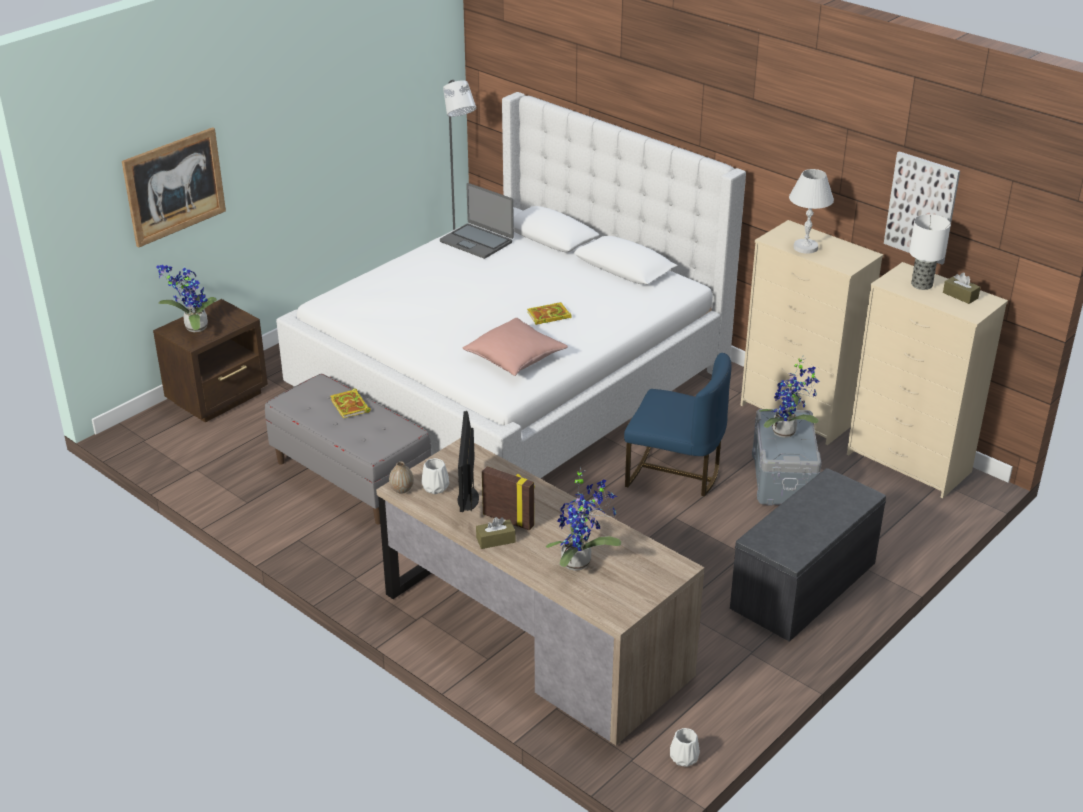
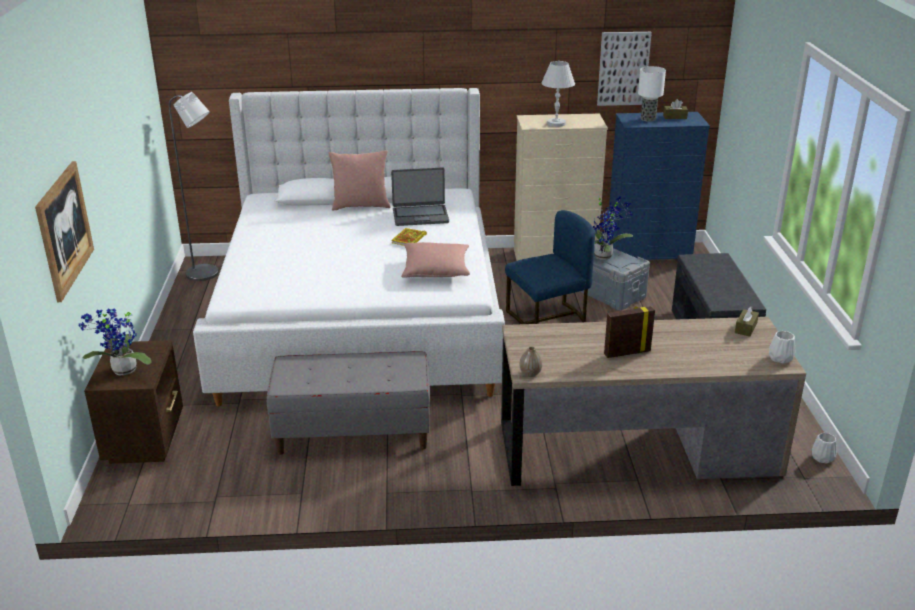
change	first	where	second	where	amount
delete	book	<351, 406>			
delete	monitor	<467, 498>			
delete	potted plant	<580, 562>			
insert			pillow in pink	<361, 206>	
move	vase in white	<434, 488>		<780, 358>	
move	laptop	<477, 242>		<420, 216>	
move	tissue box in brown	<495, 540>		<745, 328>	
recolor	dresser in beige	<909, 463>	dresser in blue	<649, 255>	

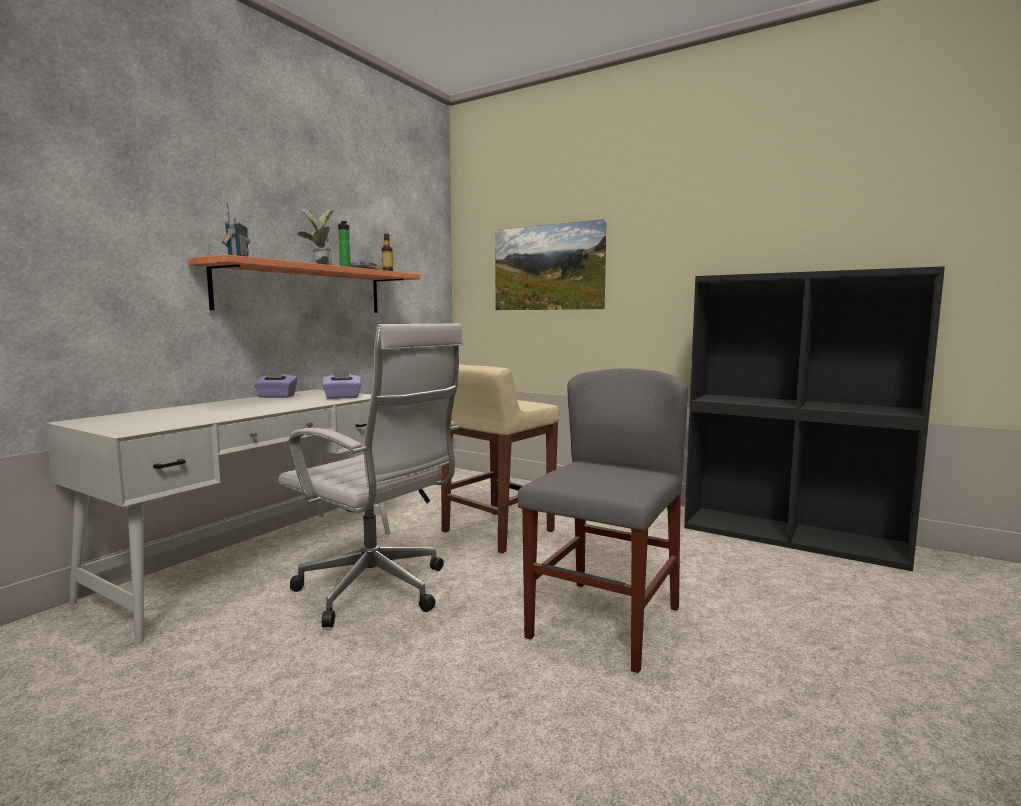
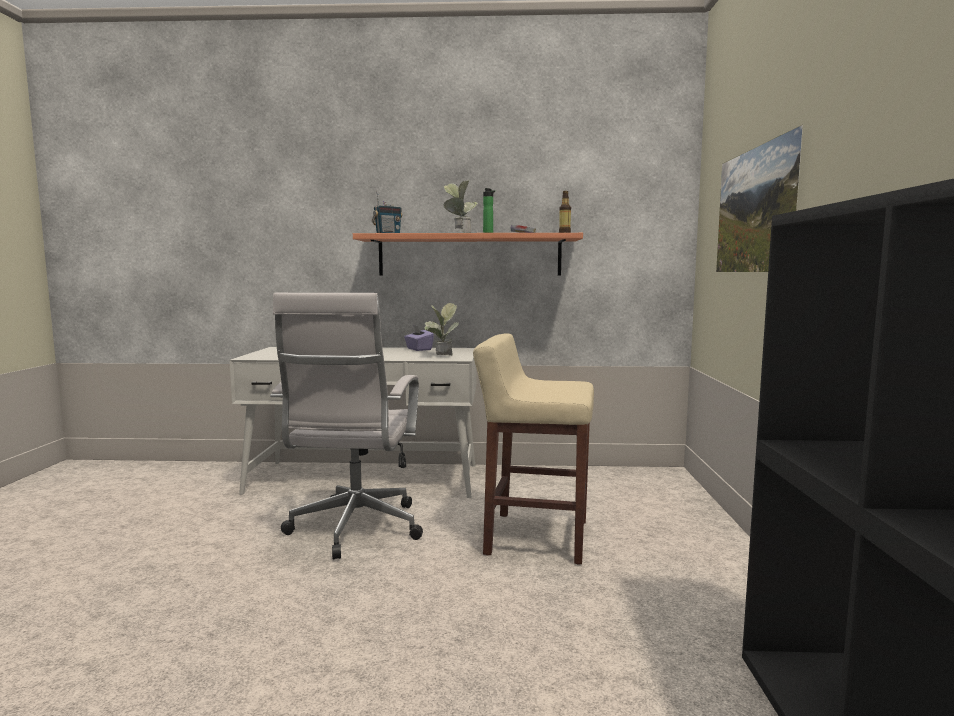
change	first	where	second	where	amount
delete	chair in grey	<604, 622>			
replace	tissue box in purple	<342, 397>	potted plant	<441, 356>	

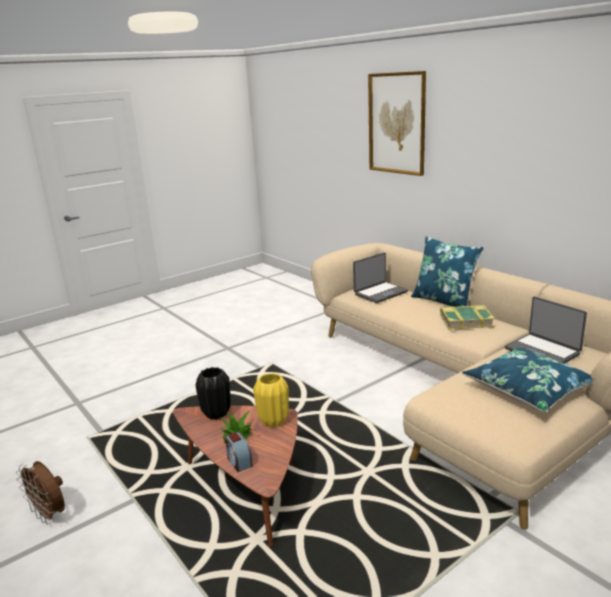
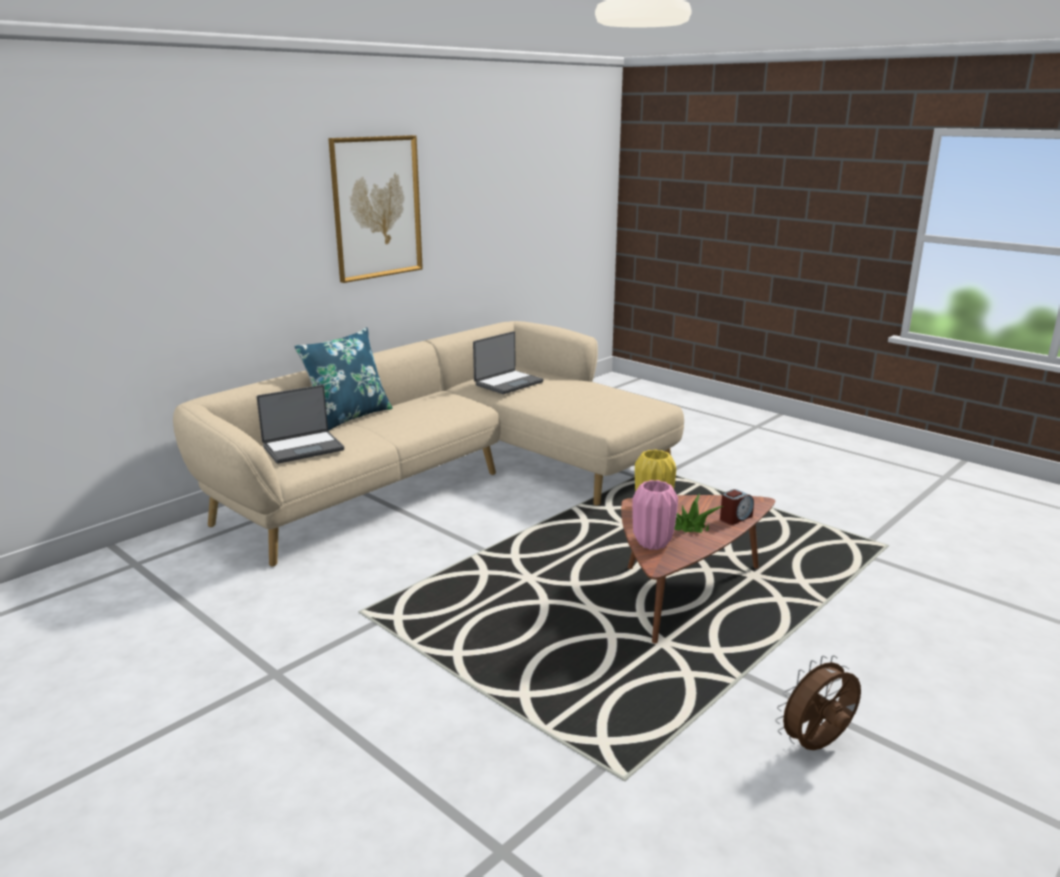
change	first	where	second	where	amount
delete	book	<466, 321>			
delete	pillow in blue	<528, 389>			
move	picture	<397, 123>		<376, 207>	
recolor	vase in black	<216, 414>	vase in pink	<653, 543>	
rotate	fan in brown	<50, 515>		<816, 746>	150 degrees counterclockwise
rotate	laptop	<380, 293>		<303, 448>	105 degrees clockwise

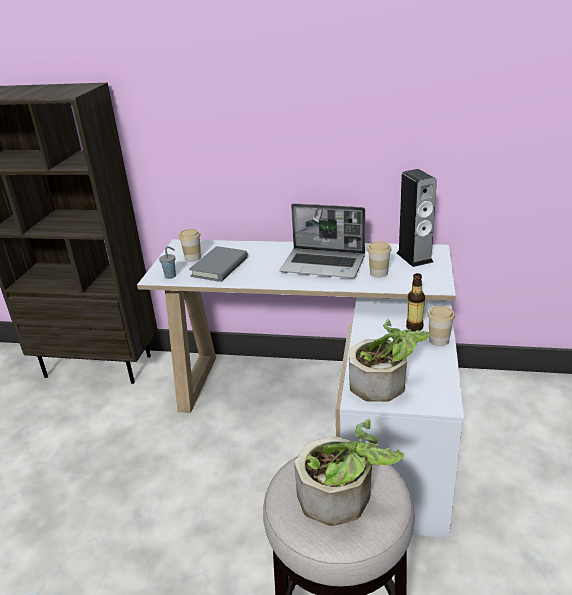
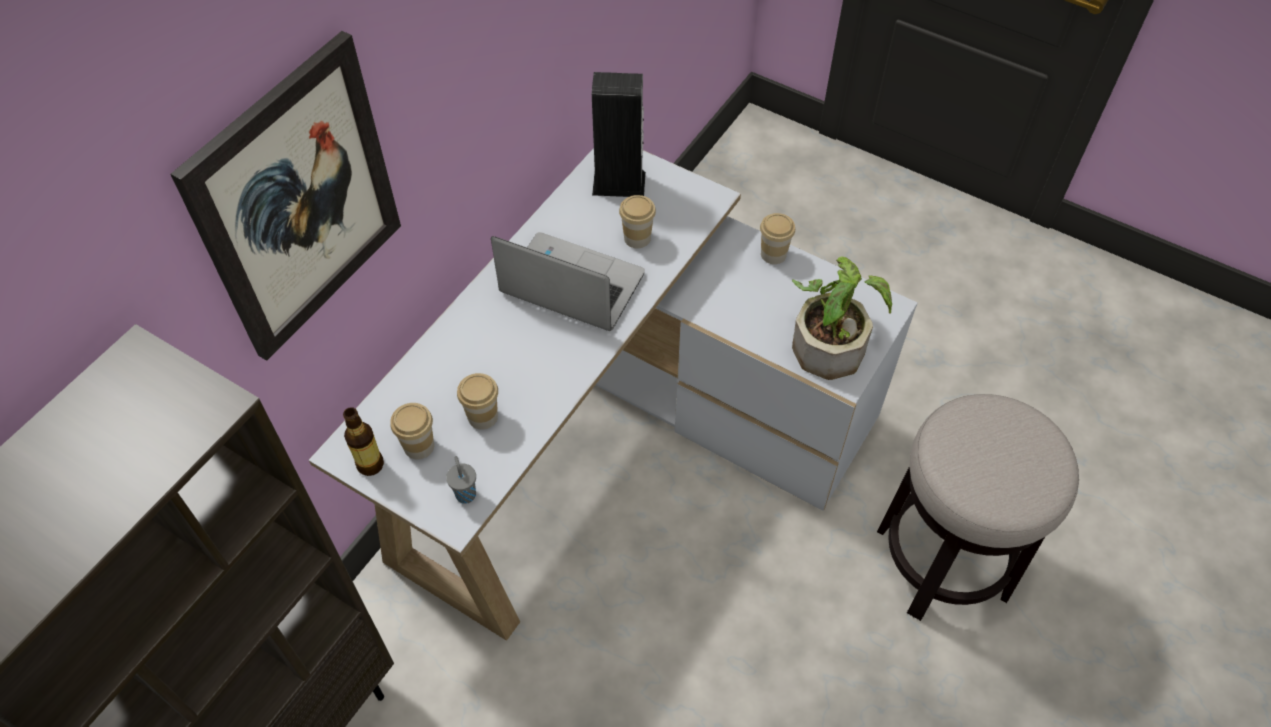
change	first	where	second	where	amount
delete	potted plant	<344, 499>			
insert			picture	<297, 201>	
move	bottle	<414, 327>		<370, 464>	
replace	book in grey	<219, 267>	cup	<482, 416>	
rotate	laptop	<324, 264>		<570, 285>	105 degrees counterclockwise

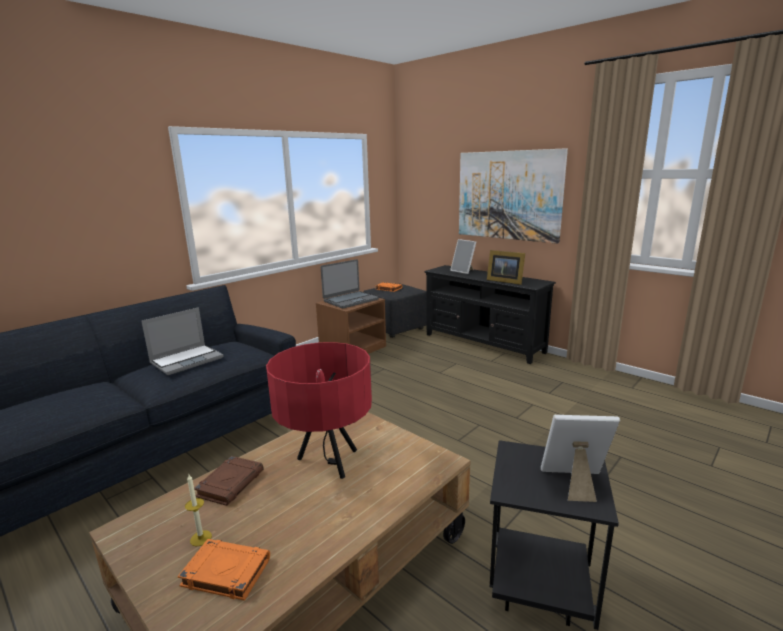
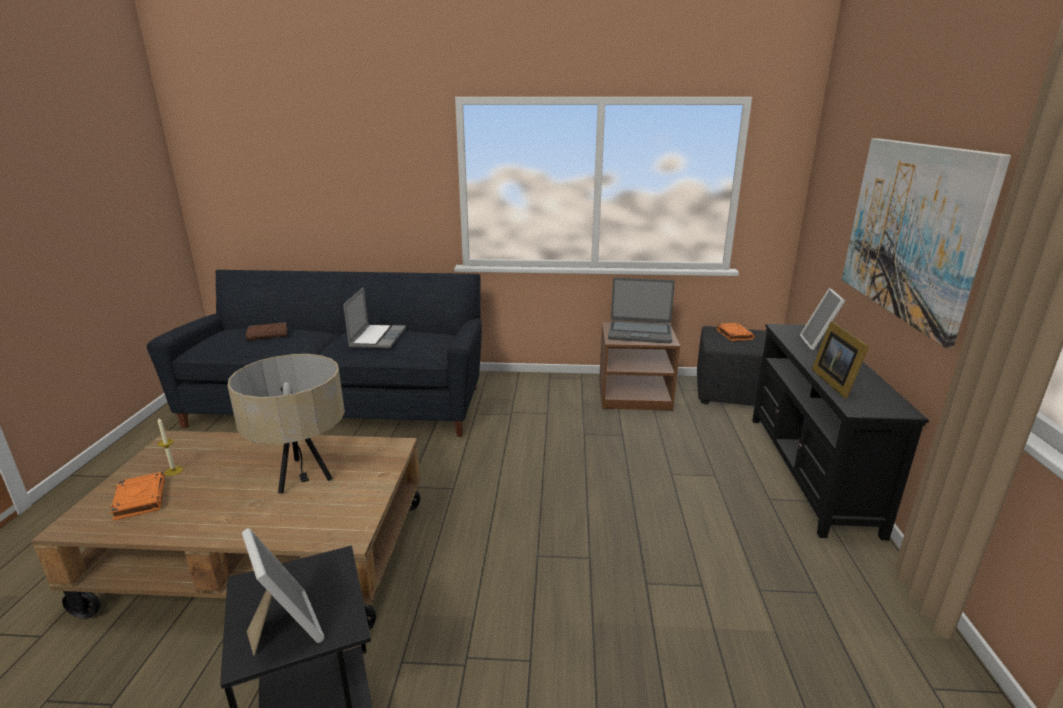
change	first	where	second	where	amount
move	book in brown	<230, 483>		<268, 334>	
recolor	table lamp in red	<326, 461>	table lamp in beige	<302, 474>	
rotate	laptop	<187, 360>		<377, 337>	90 degrees counterclockwise

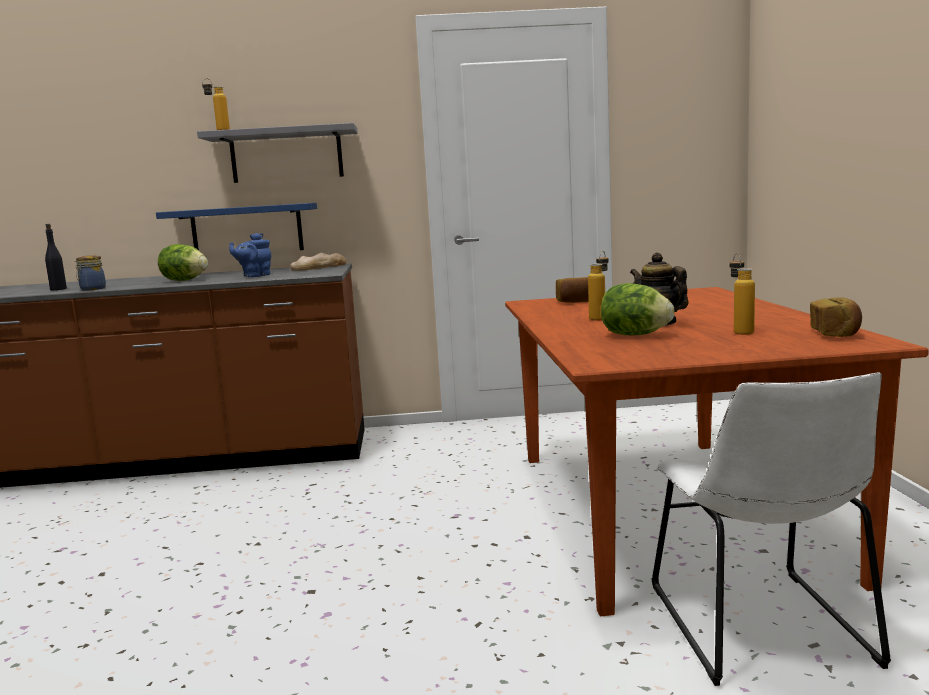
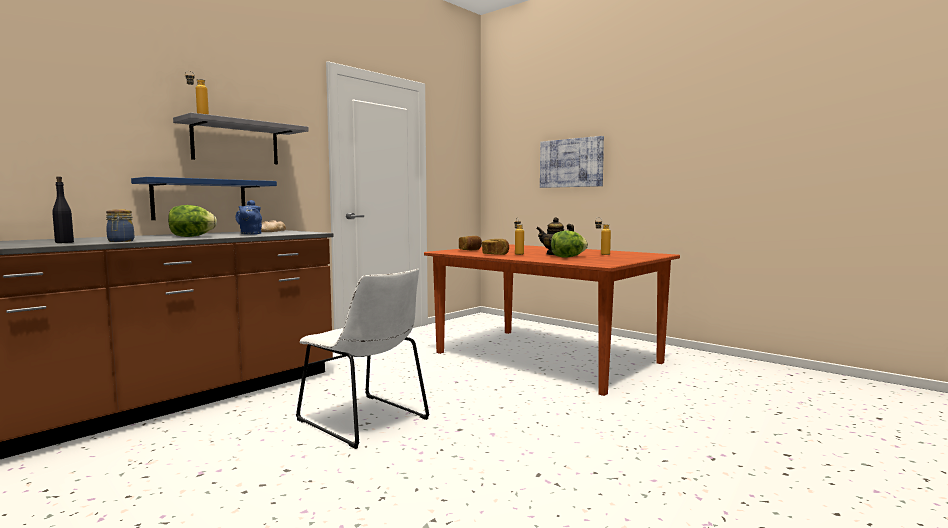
change	first	where	second	where	amount
insert			picture	<571, 163>	
move	chair in white	<762, 630>		<366, 421>	
move	bread	<835, 334>		<496, 255>	

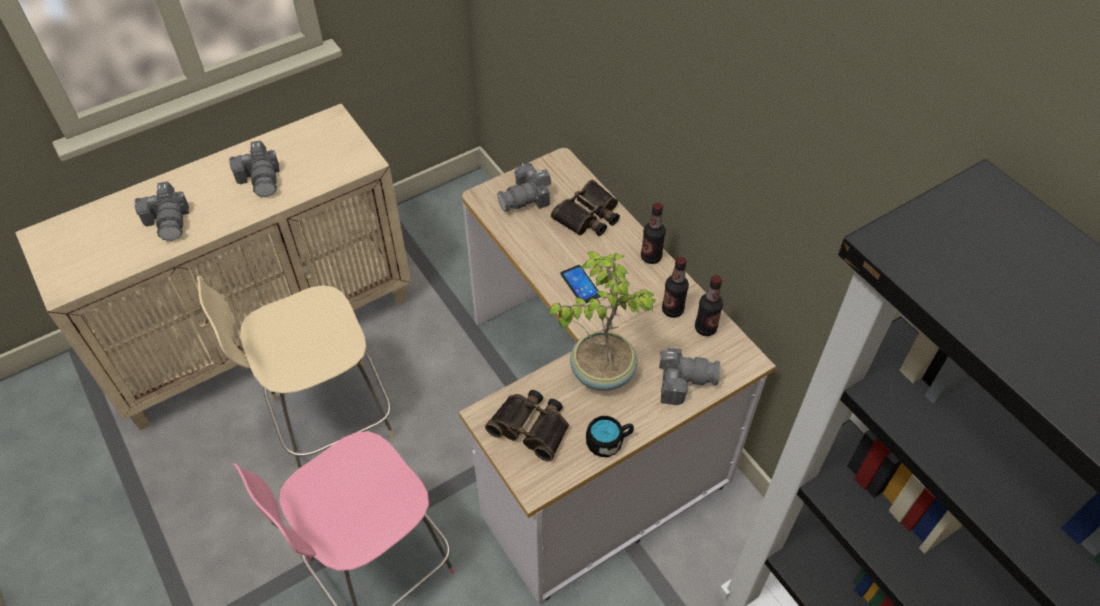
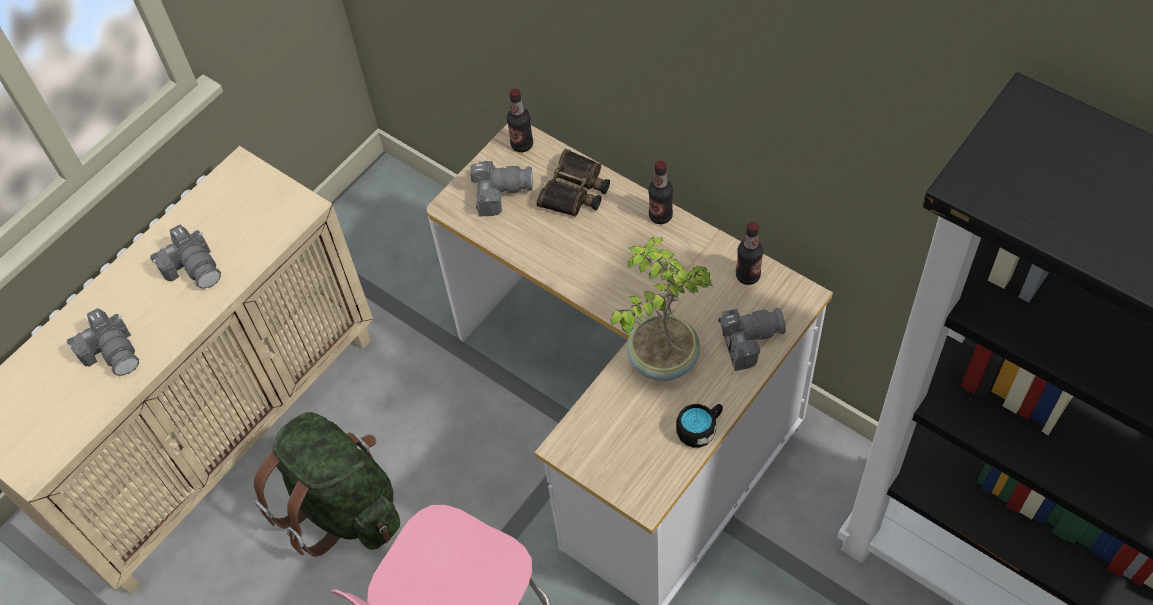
change	first	where	second	where	amount
delete	binoculars	<532, 426>			
delete	phone	<580, 285>			
move	bottle	<672, 310>		<522, 145>	
replace	chair in beige	<328, 419>	backpack in green	<342, 506>	
rotate	photo camera	<526, 198>		<499, 192>	135 degrees counterclockwise

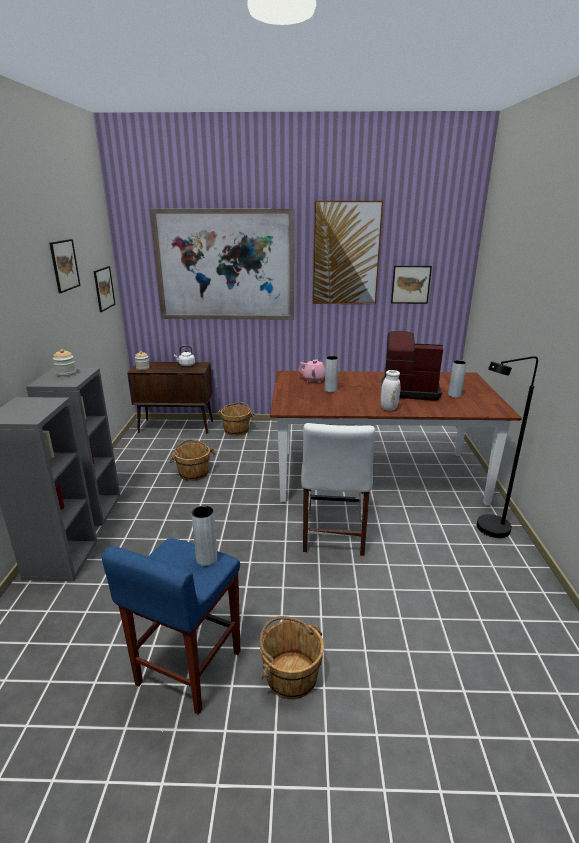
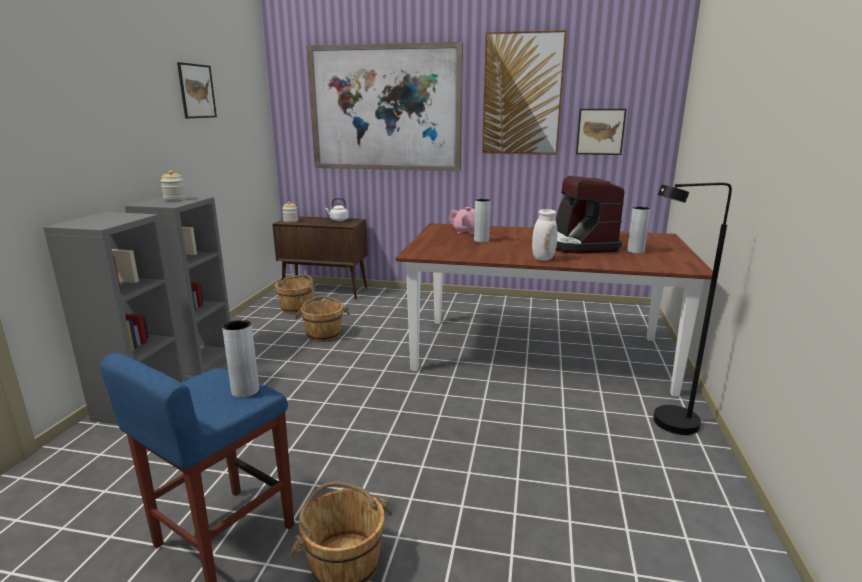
change	first	where	second	where	amount
delete	picture	<104, 288>			
delete	chair in white	<333, 536>			
move	bucket in brown	<236, 430>		<297, 308>	
rotate	coffee machine	<408, 390>		<577, 245>	120 degrees counterclockwise

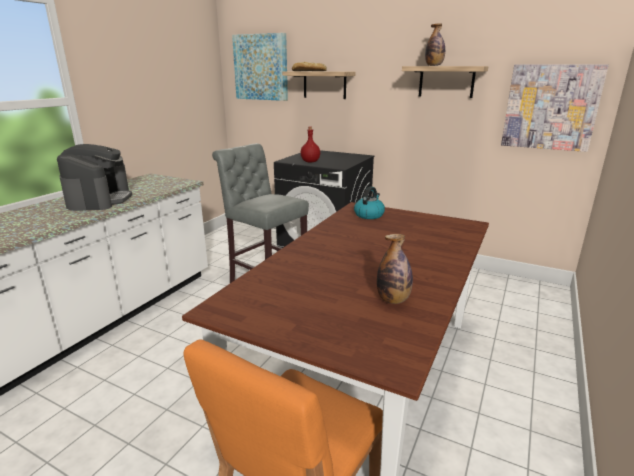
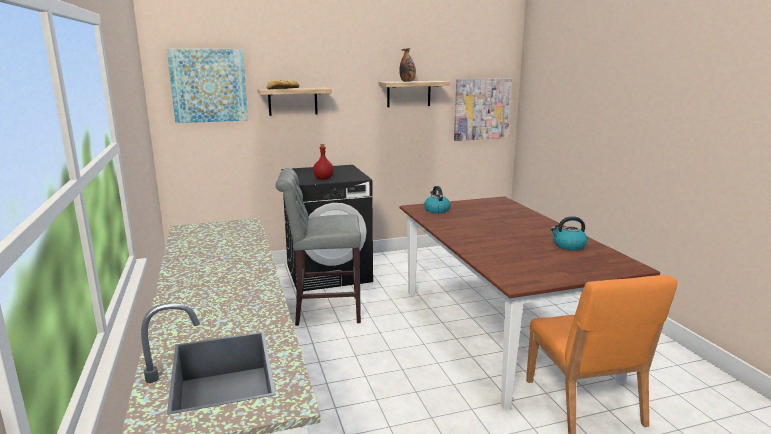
change	first	where	second	where	amount
delete	coffee machine	<100, 200>			
replace	bottle	<393, 300>	kettle	<568, 246>	

